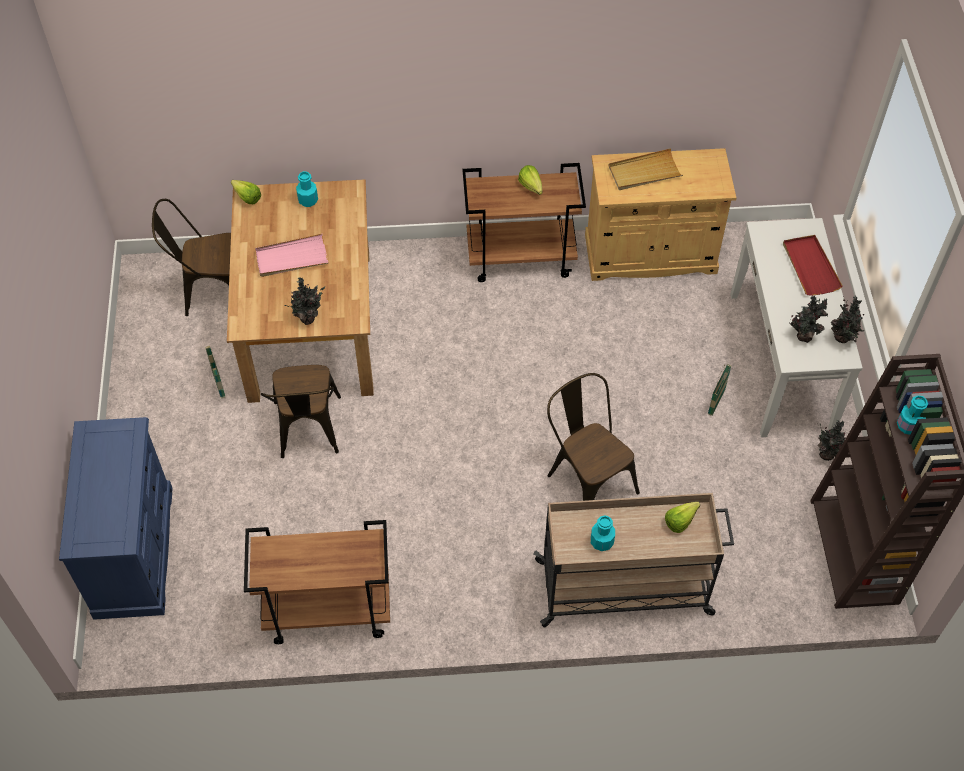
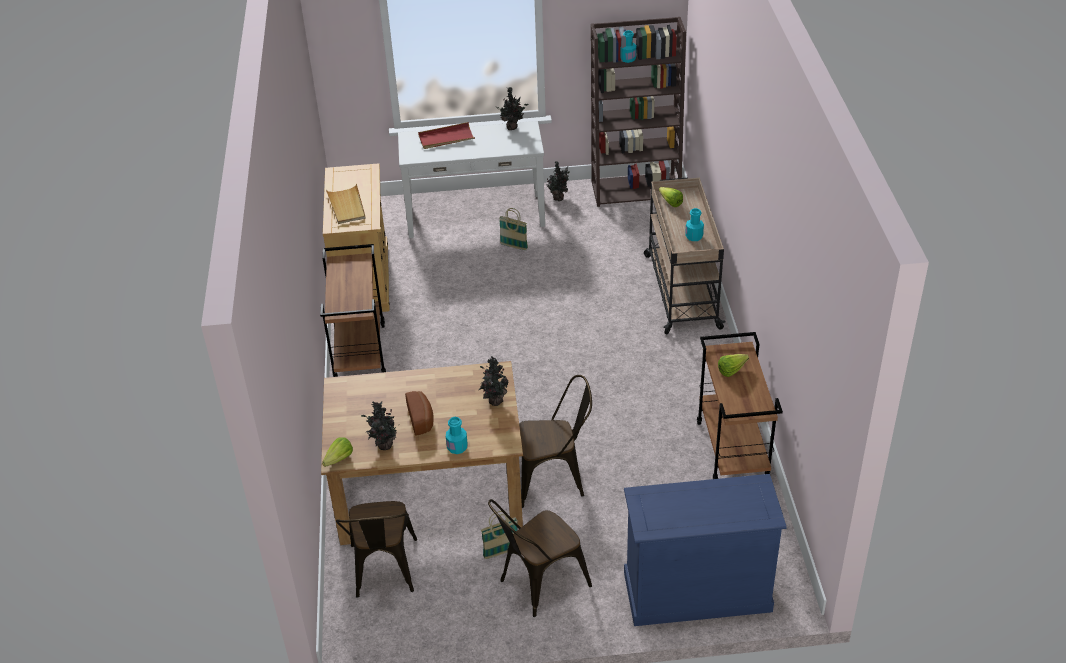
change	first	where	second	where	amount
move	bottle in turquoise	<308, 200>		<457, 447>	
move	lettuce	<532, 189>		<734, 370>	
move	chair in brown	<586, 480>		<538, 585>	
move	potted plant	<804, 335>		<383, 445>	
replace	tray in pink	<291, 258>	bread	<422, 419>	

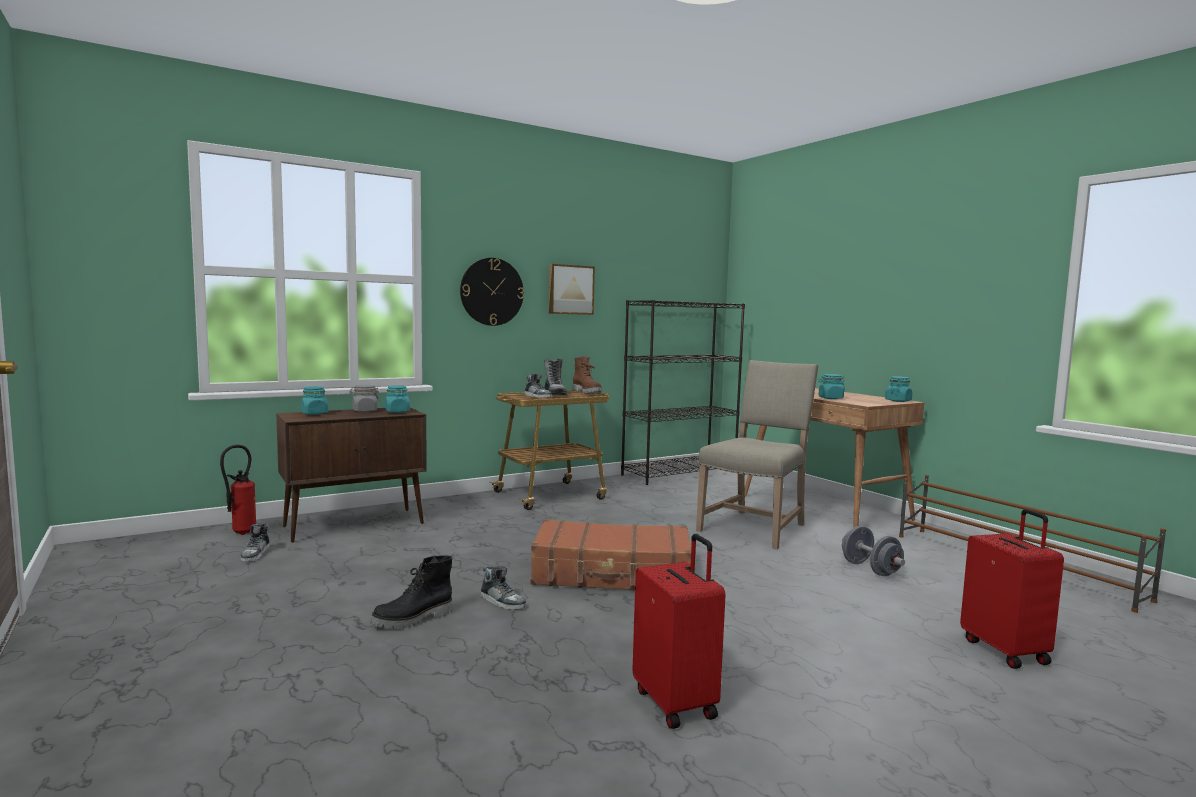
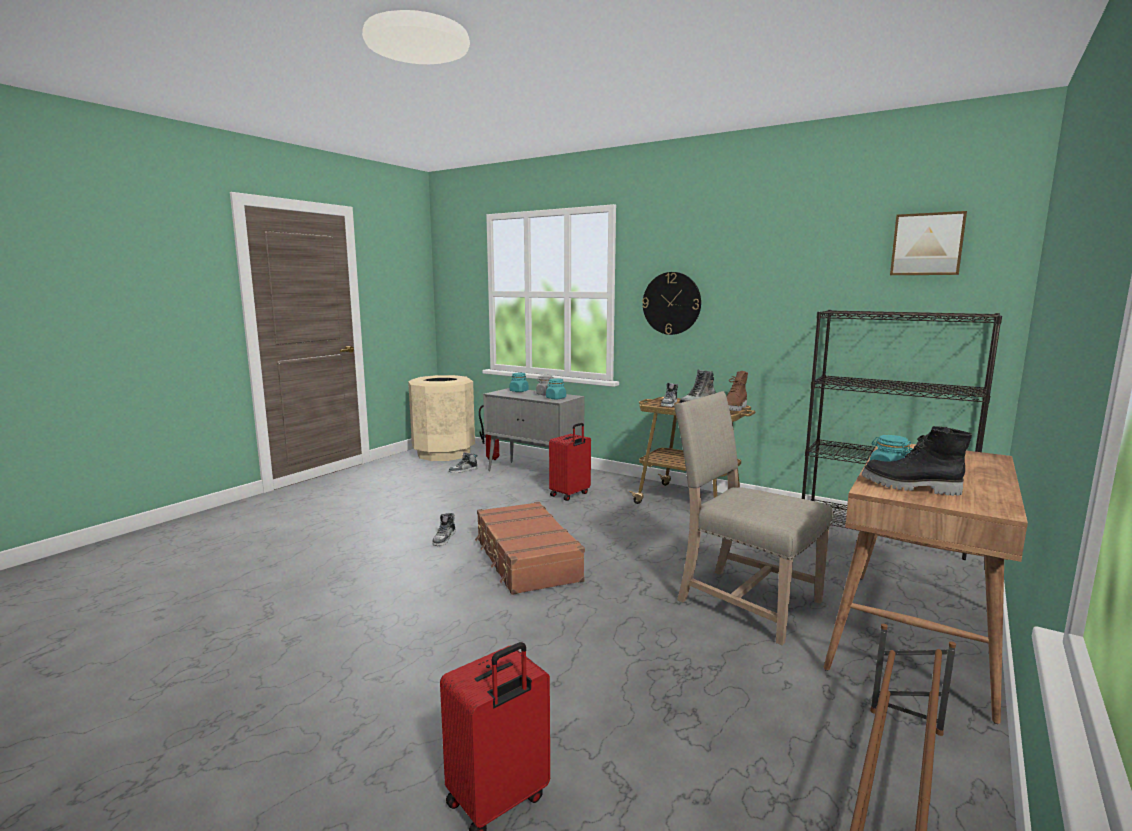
change	first	where	second	where	amount
delete	dumbbell in grey	<870, 569>			
delete	jar in turquoise	<898, 401>			
insert			trash can in beige	<444, 453>	
move	boot in black	<413, 620>		<910, 487>	
move	picture	<570, 289>		<927, 244>	
move	suitcase in red	<676, 703>		<570, 494>	
recolor	cabinet in brown	<355, 525>	cabinet in grey	<535, 473>	
rotate	chair in beige	<755, 527>		<743, 601>	150 degrees counterclockwise

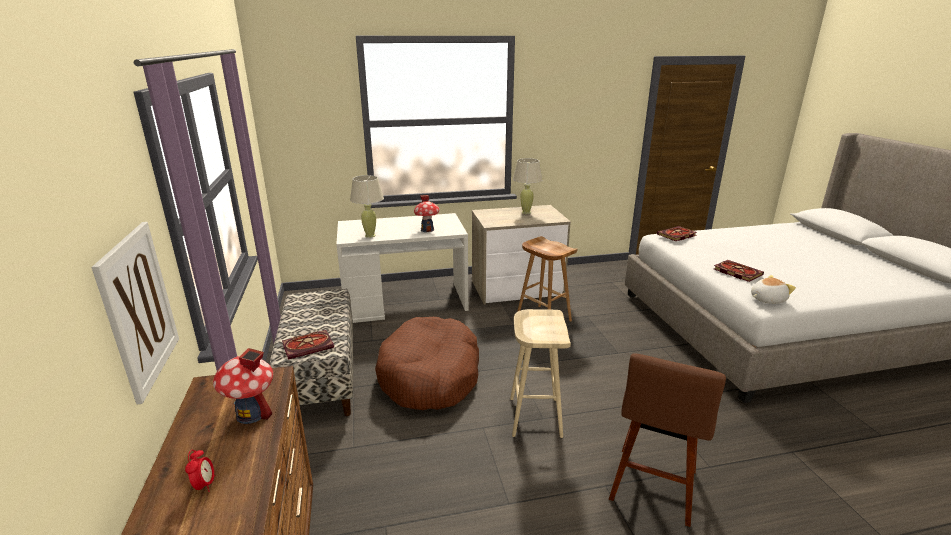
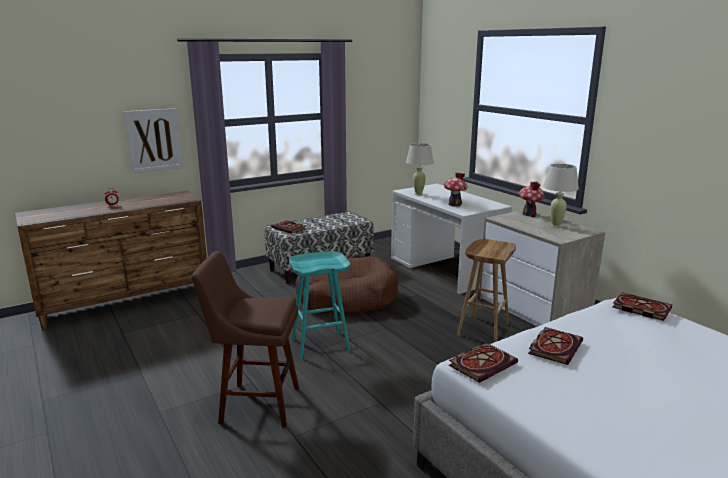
change	first	where	second	where	amount
move	toy house	<251, 414>		<529, 214>	
replace	plush toy	<766, 299>	book	<482, 364>	
recolor	stool in beige	<534, 416>	stool in turquoise	<321, 344>	

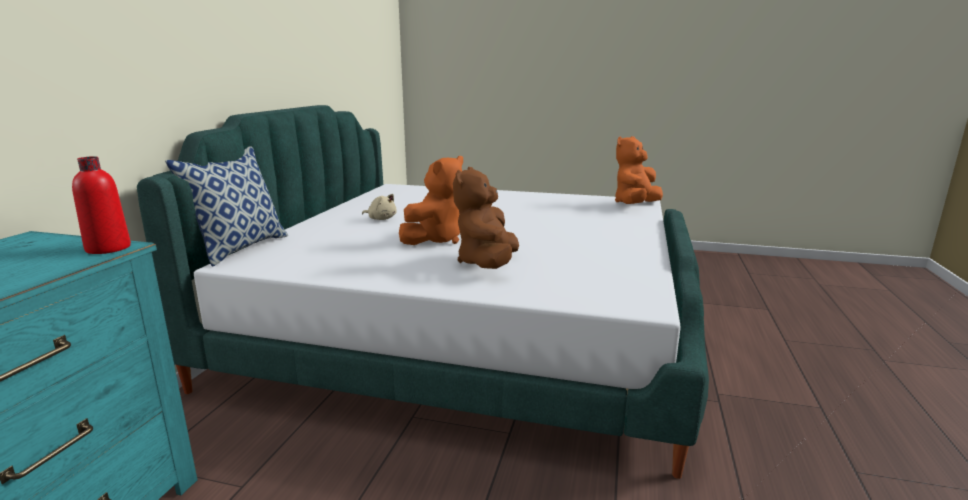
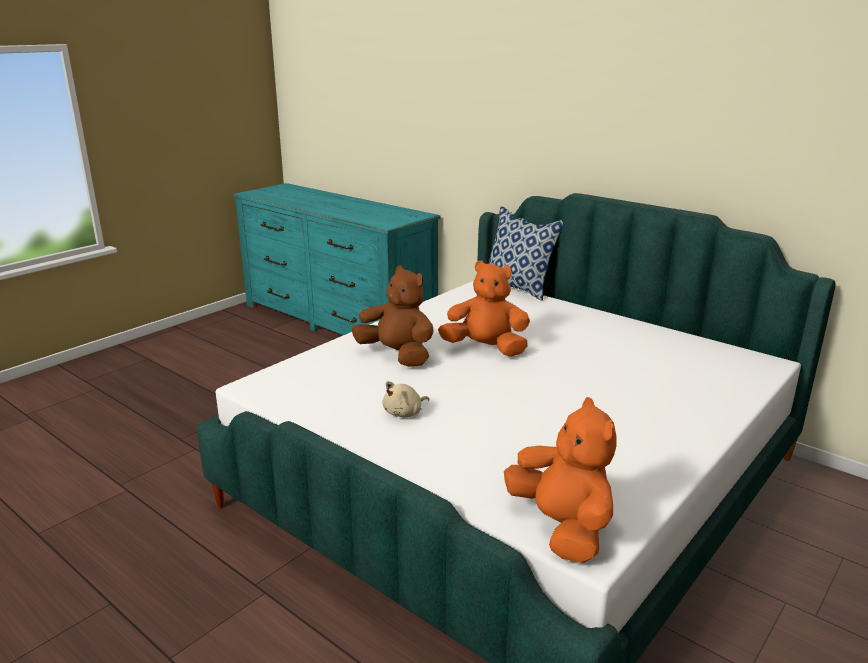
change	first	where	second	where	amount
delete	bottle in red	<108, 248>			
move	plush toy in beige	<381, 219>		<404, 413>	
rotate	plush toy in orange	<435, 239>		<486, 349>	135 degrees clockwise

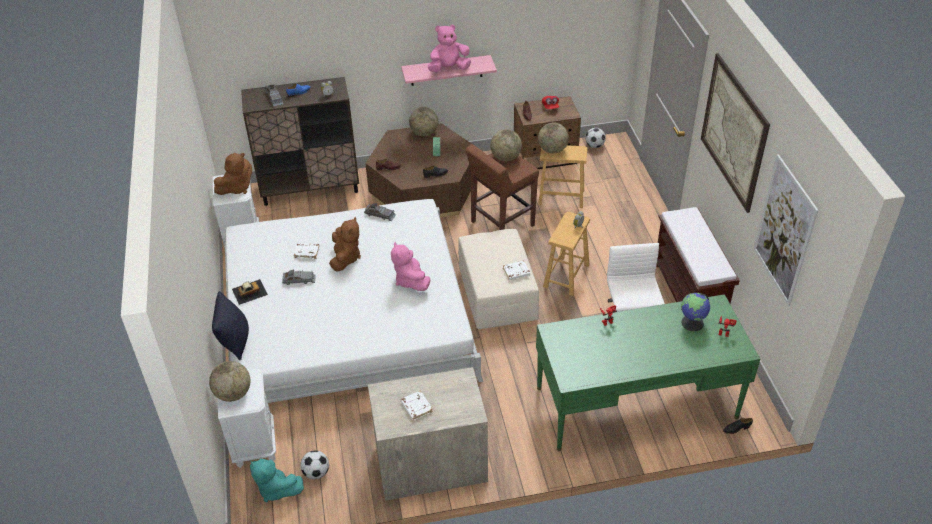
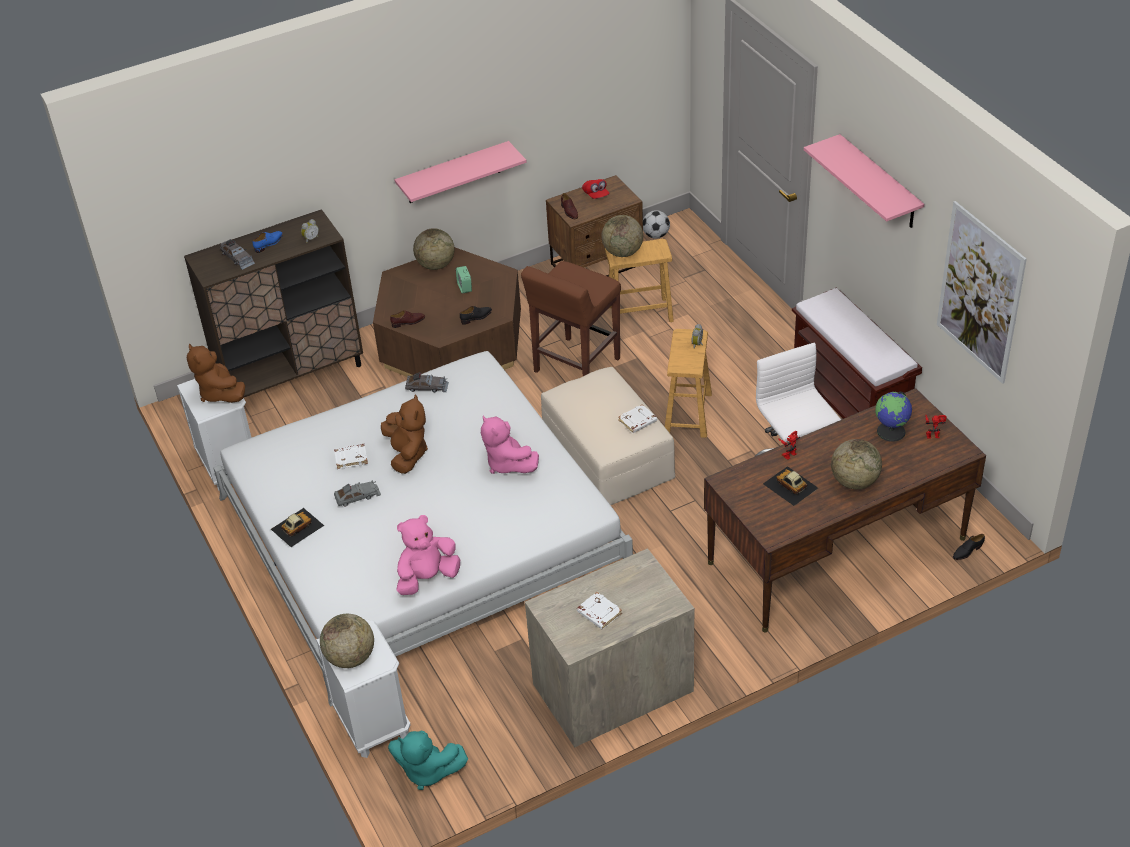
change	first	where	second	where	amount
delete	pillow in black	<235, 341>			
delete	football	<316, 473>			
insert			toy car	<790, 486>	
move	plush toy in pink	<449, 68>		<427, 578>	
move	globe	<505, 157>		<854, 481>	
replace	picture	<733, 132>	shelf in pink	<879, 183>	
recolor	desk in green	<636, 403>	desk in brown	<837, 550>	
rotate	plush toy in brown	<236, 188>		<220, 393>	120 degrees clockwise

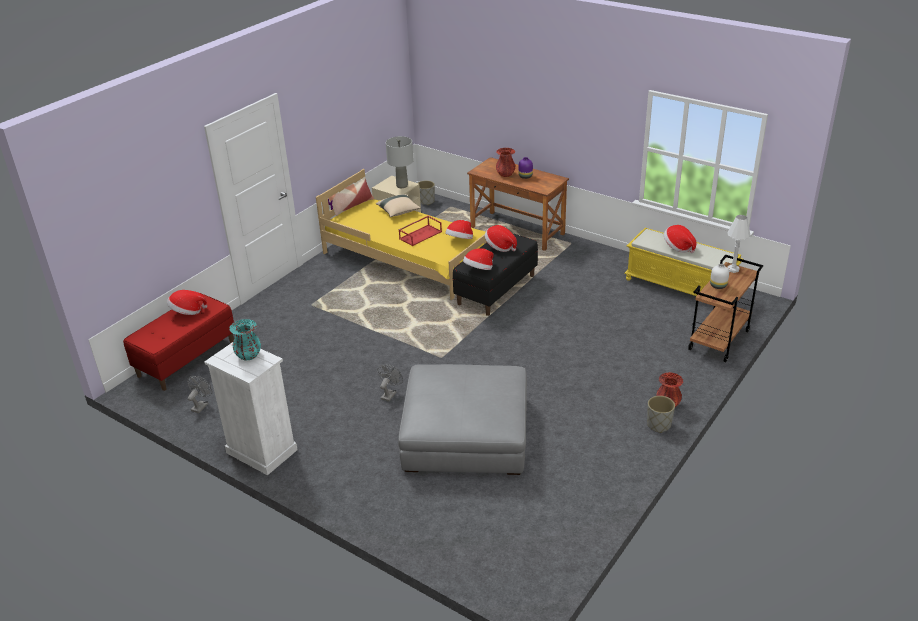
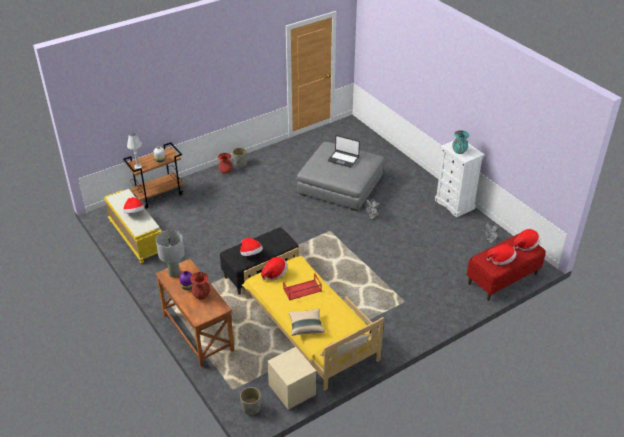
change	first	where	second	where	amount
insert			laptop	<343, 159>	
move	table lamp in grey	<401, 185>		<174, 273>	
move	hat	<479, 270>		<525, 245>	

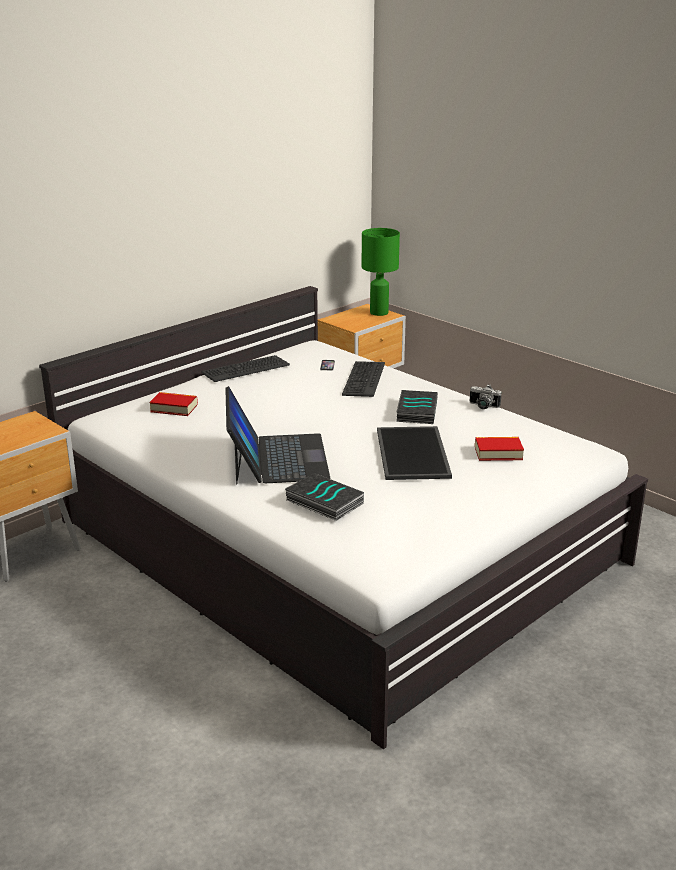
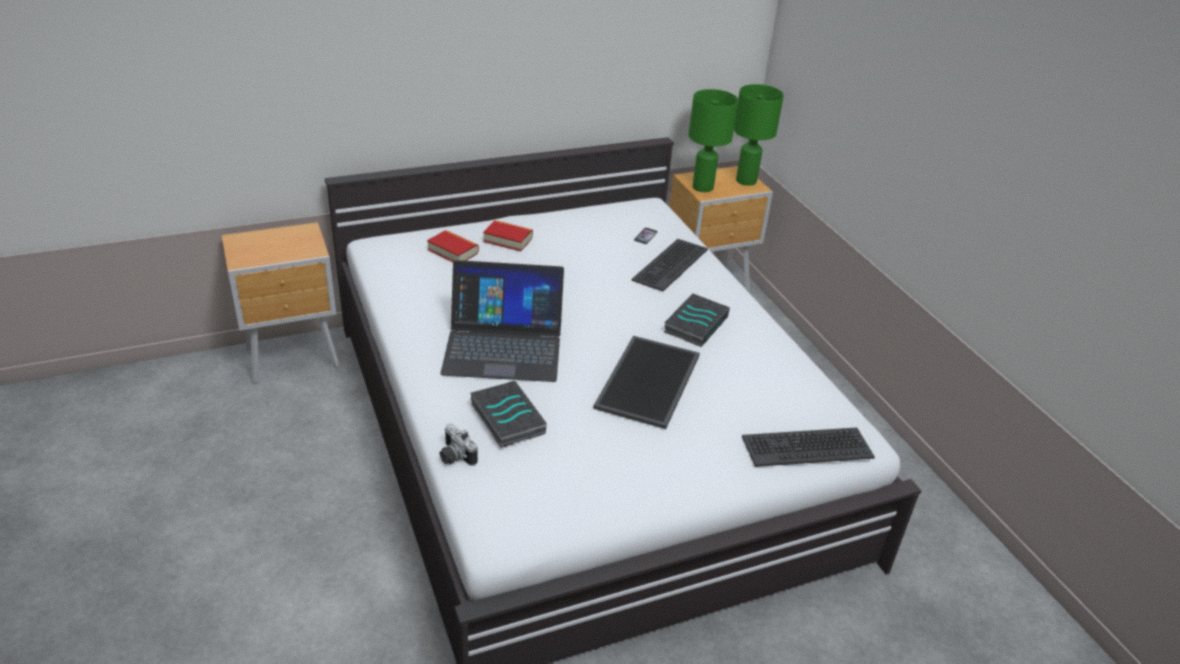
change	first	where	second	where	amount
insert			table lamp in green	<702, 187>	
move	keyboard	<245, 369>		<806, 447>	
move	photo camera	<483, 406>		<454, 457>	
move	book	<498, 453>		<508, 240>	
rotate	laptop	<277, 458>		<503, 346>	75 degrees clockwise

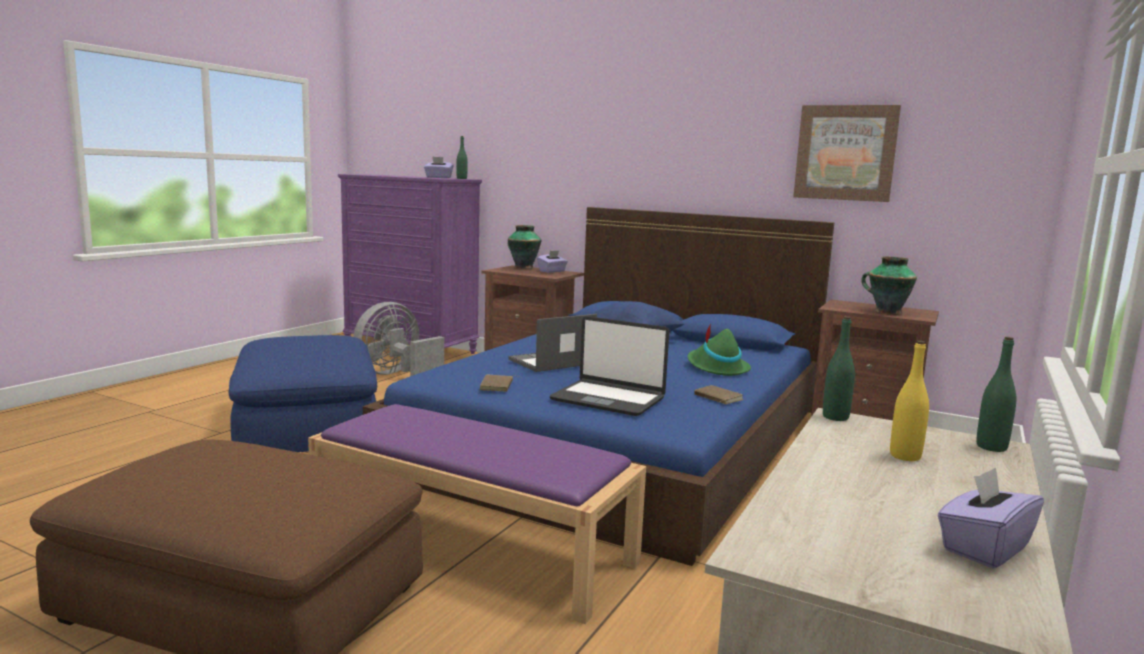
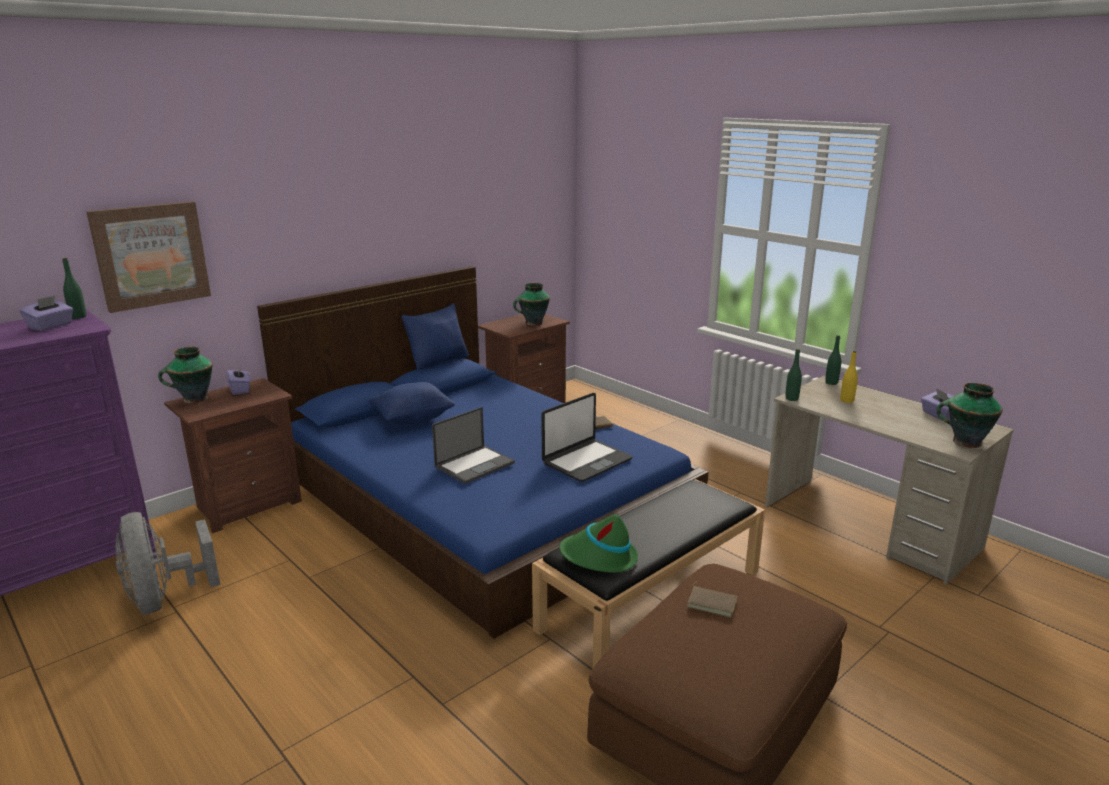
change	first	where	second	where	amount
delete	ottoman in blue	<308, 428>			
insert			pillow in blue	<438, 361>	
insert			vase	<965, 442>	
move	book in brown	<498, 386>		<712, 603>	
move	hat in green	<716, 368>		<599, 557>	
move	picture	<845, 153>		<151, 255>	
recolor	bench in purple	<474, 545>	bench in black	<652, 598>	
rotate	laptop	<550, 362>		<475, 464>	120 degrees counterclockwise

